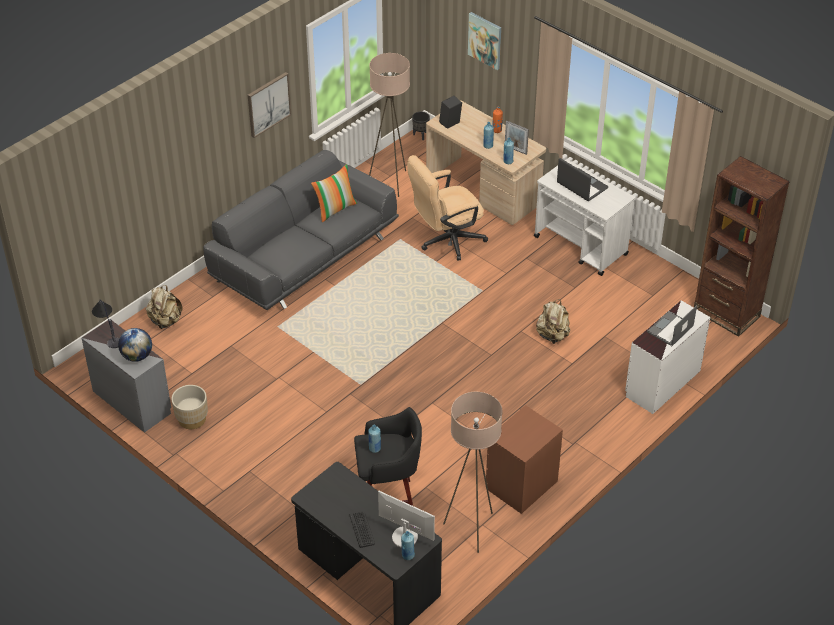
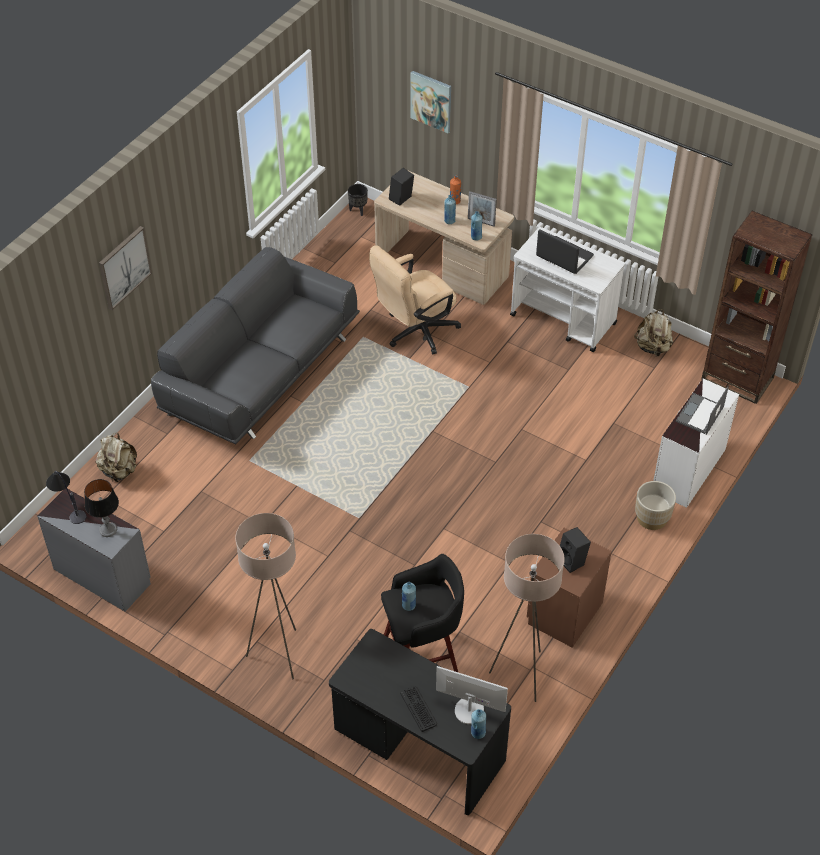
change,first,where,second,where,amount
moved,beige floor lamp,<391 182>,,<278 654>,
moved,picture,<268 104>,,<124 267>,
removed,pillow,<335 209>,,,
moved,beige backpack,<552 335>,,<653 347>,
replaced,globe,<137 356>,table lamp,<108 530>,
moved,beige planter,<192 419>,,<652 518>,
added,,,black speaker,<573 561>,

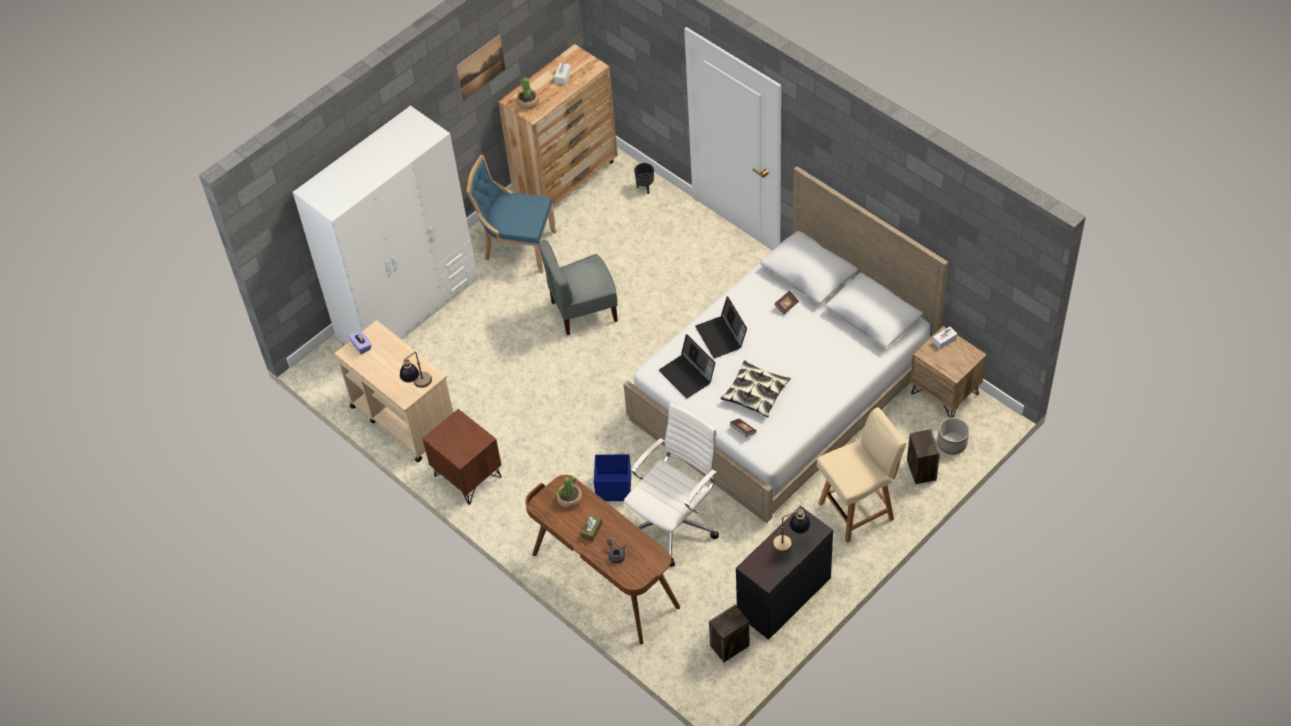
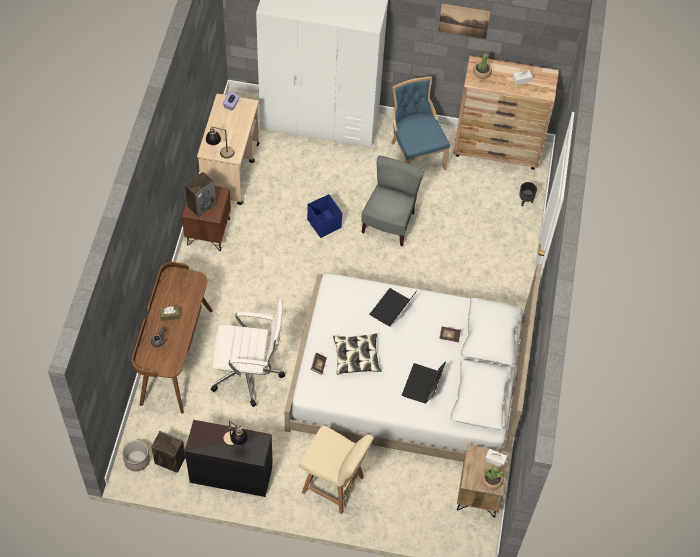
change,first,where,second,where,amount
turned,grey chair,<583 311>,,<389 223>,75 degrees clockwise
moved,laptop,<688 375>,,<422 385>,
moved,planter,<951 444>,,<136 460>,
moved,speaker,<921 470>,,<201 205>,
moved,blue storage box,<613 487>,,<324 223>,
moved,potted plant,<569 499>,,<492 480>,

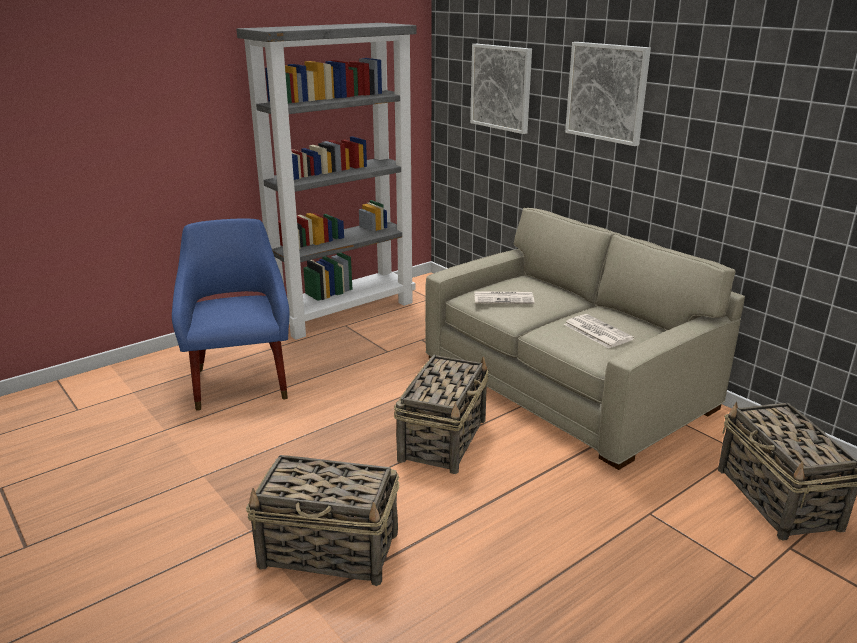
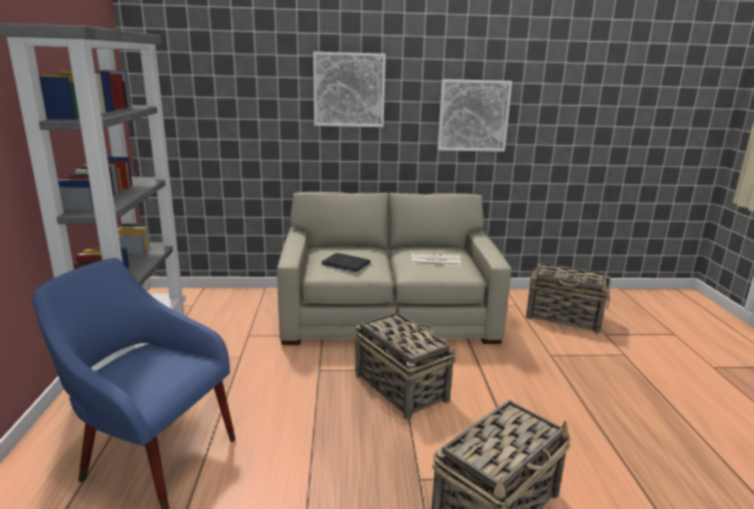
change,first,where,second,where,amount
moved,picture,<501 87>,,<473 115>,
replaced,newspaper,<504 298>,laptop,<345 264>,

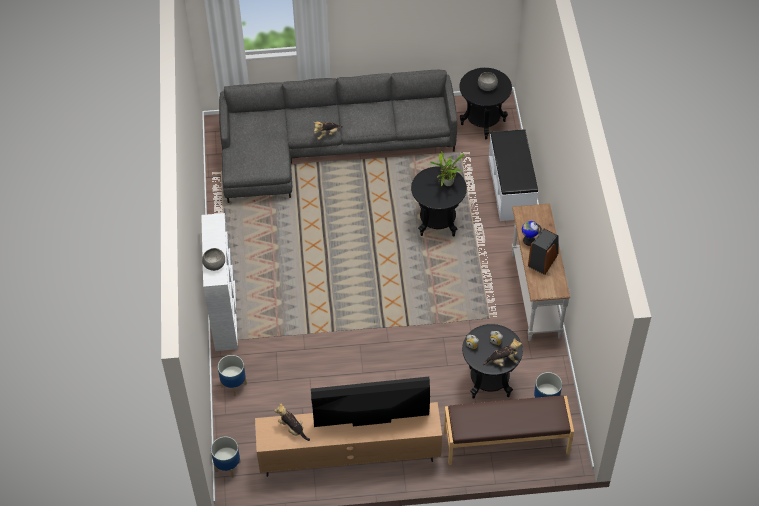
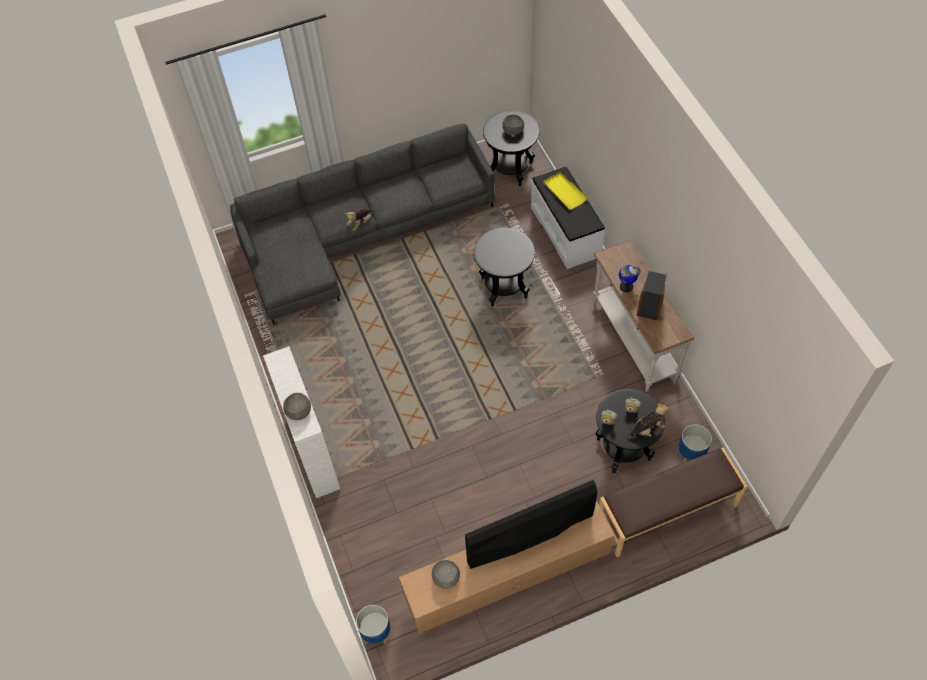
change,first,where,second,where,amount
removed,potted plant,<447 184>,,,
removed,planter,<233 385>,,,
replaced,plush toy,<292 429>,grey bowl,<446 577>,
added,,,yellow tray,<564 192>,

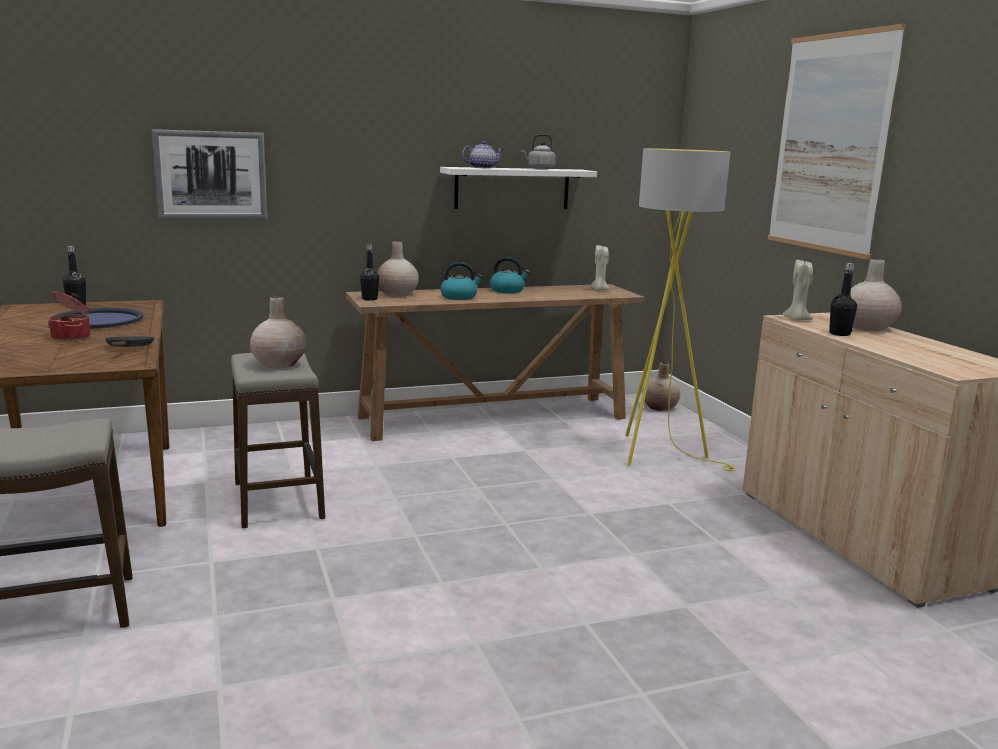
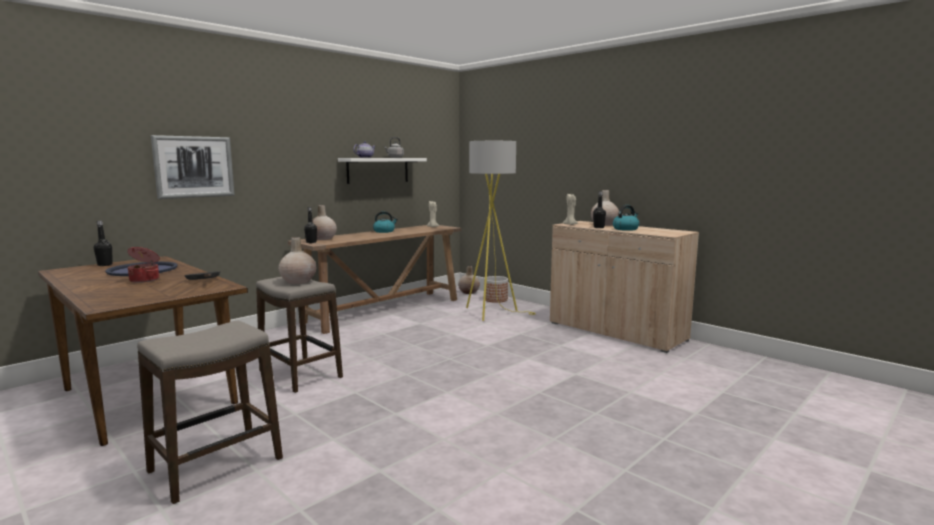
change,first,where,second,where,amount
removed,picture,<830 143>,,,
moved,kettle,<459 297>,,<625 229>,
added,,,planter,<496 299>,

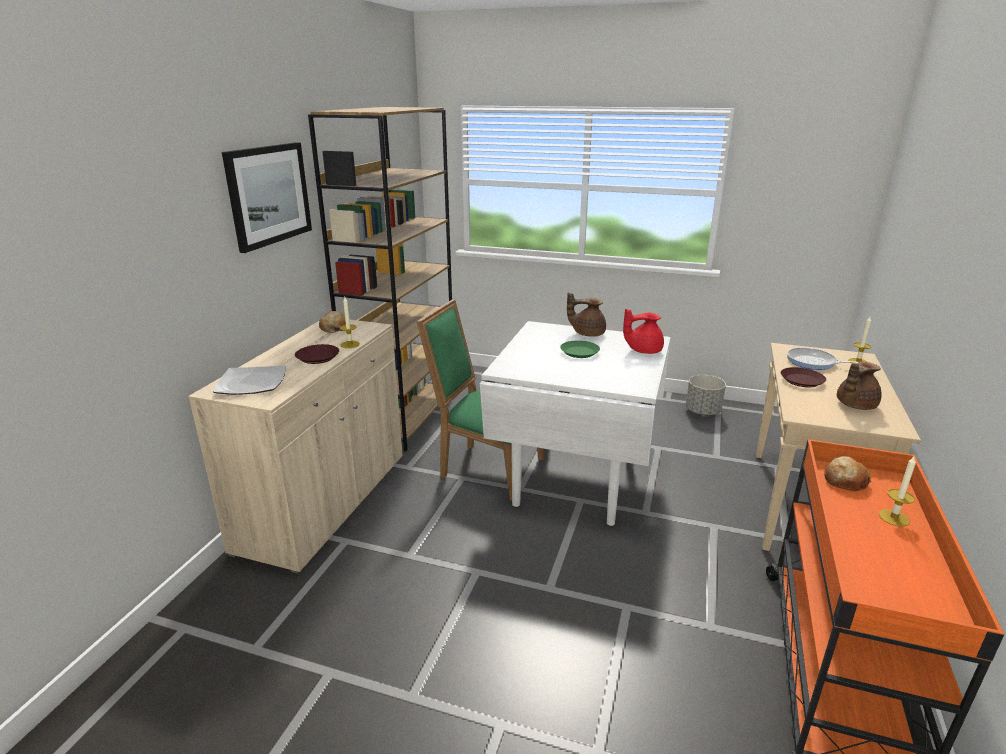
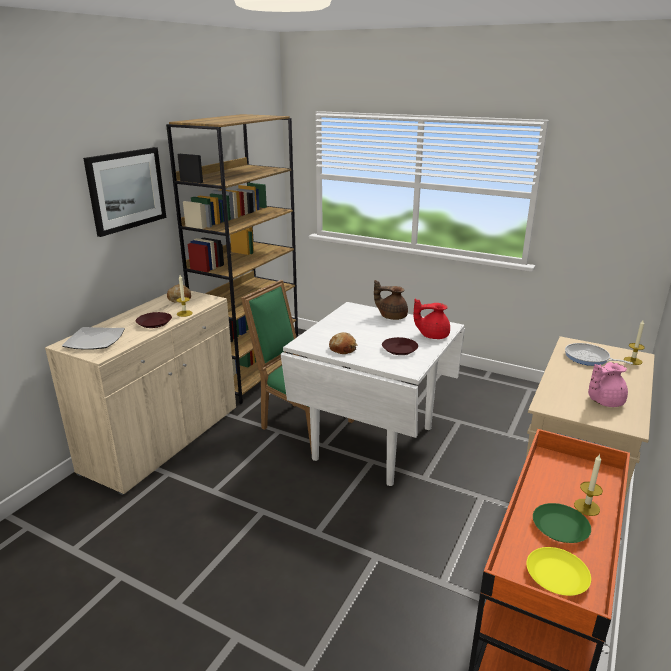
change,first,where,second,where,amount
moved,green plate,<579 352>,,<560 528>,
recoloured,brown teapot,<854 405>,pink teapot,<603 401>,
moved,brown plate,<801 381>,,<399 349>,
removed,grey planter,<703 411>,,,
moved,bread,<844 480>,,<343 348>,
added,,,yellow plate,<556 575>,

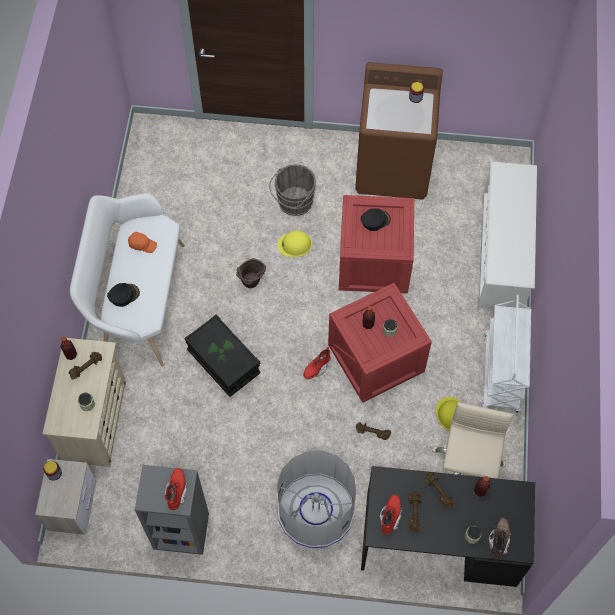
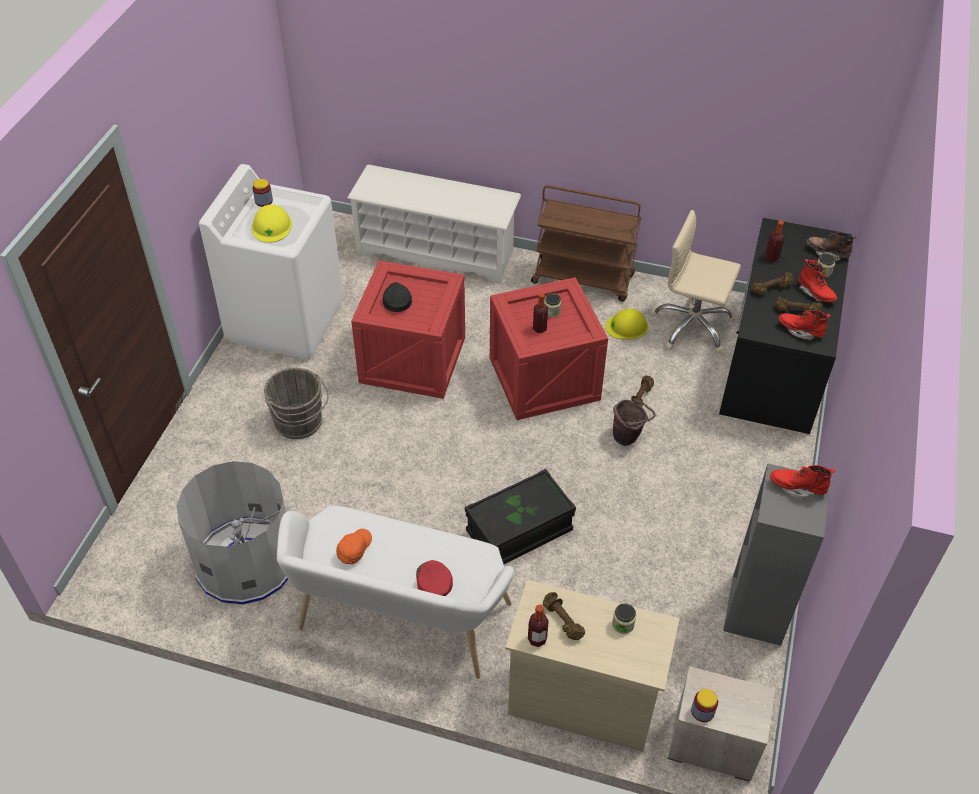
change,first,where,second,where,amount
recoloured,brown washing machine,<393 167>,white washing machine,<286 320>,
moved,yellow hard hat,<295 244>,,<272 226>,
moved,brown bucket,<251 284>,,<628 438>,
recoloured,black cap,<123 295>,red cap,<433 581>,
recoloured,white cart,<501 373>,brown cart,<583 279>,
moved,red boot,<317 368>,,<815 294>,
moved,grey trash can,<316 510>,,<246 562>,

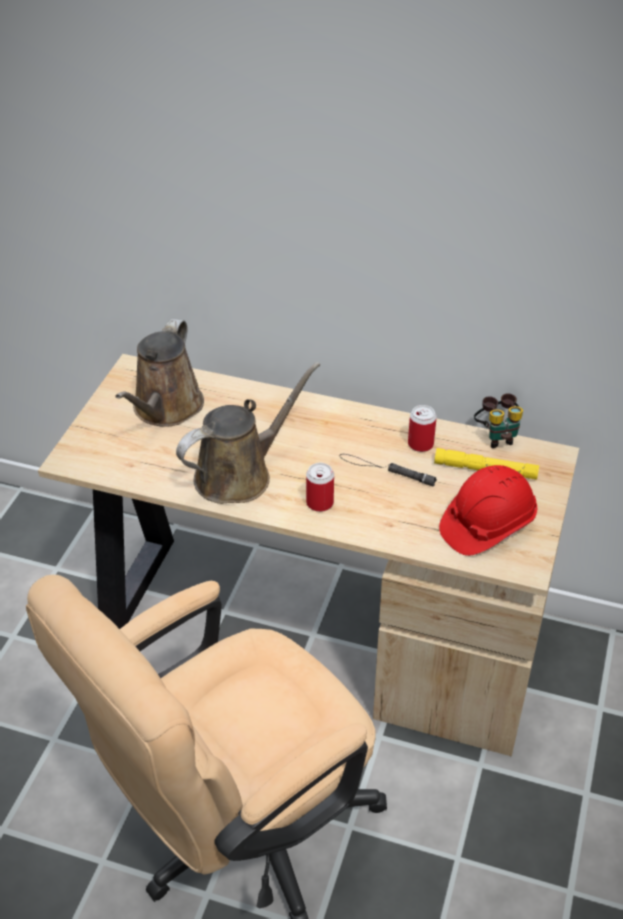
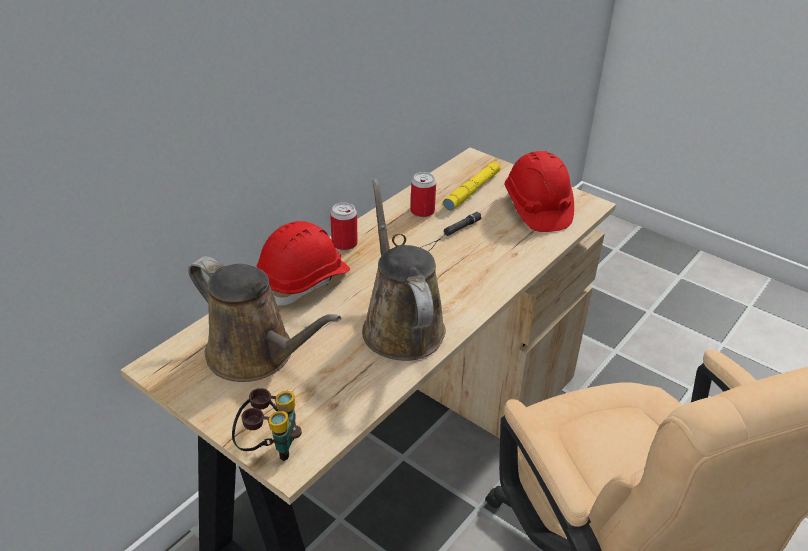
change,first,where,second,where,amount
moved,binoculars,<497 436>,,<269 446>,
moved,can,<319 503>,,<344 244>,
added,,,red hard hat,<304 281>,

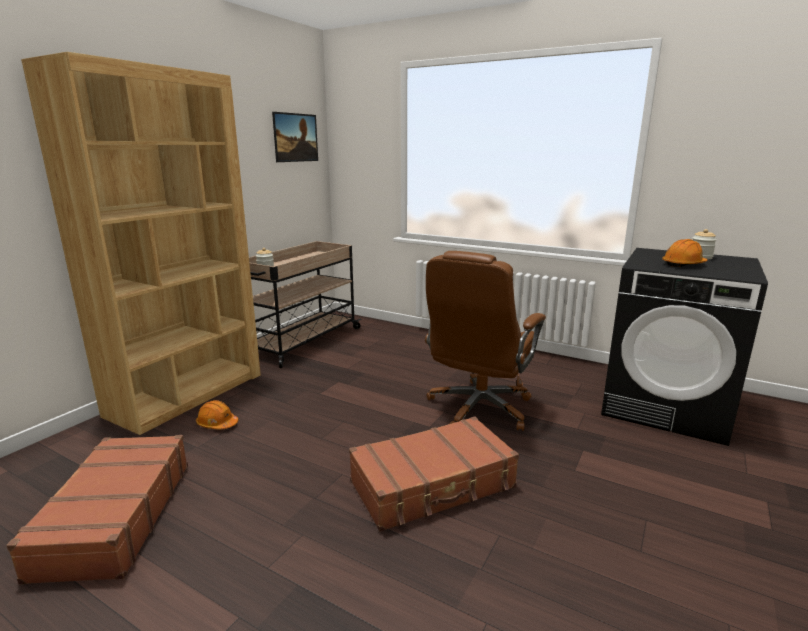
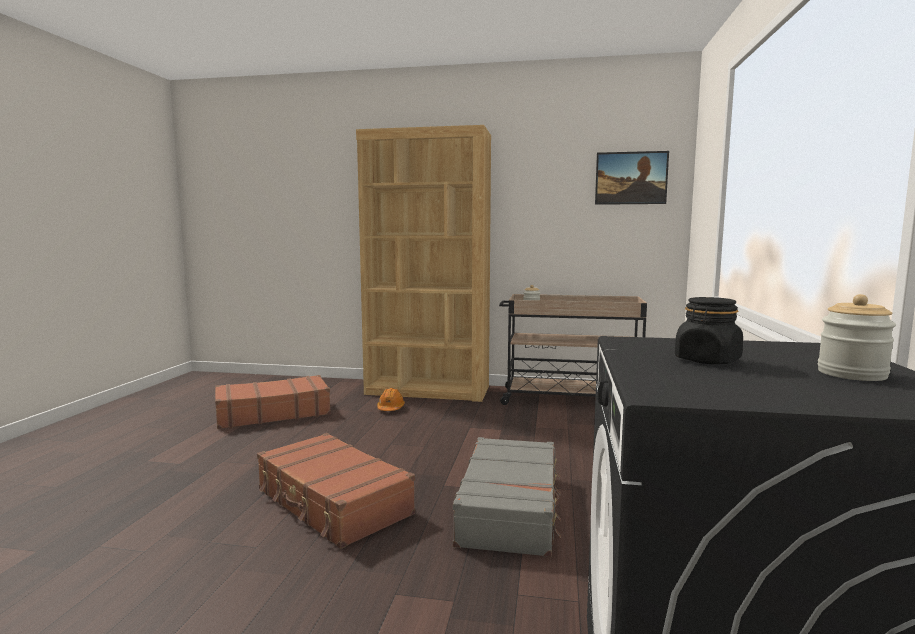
change,first,where,second,where,amount
replaced,orange hard hat,<683 264>,black jar,<707 360>,
replaced,brown office chair,<479 408>,grey suitcase,<510 508>,

